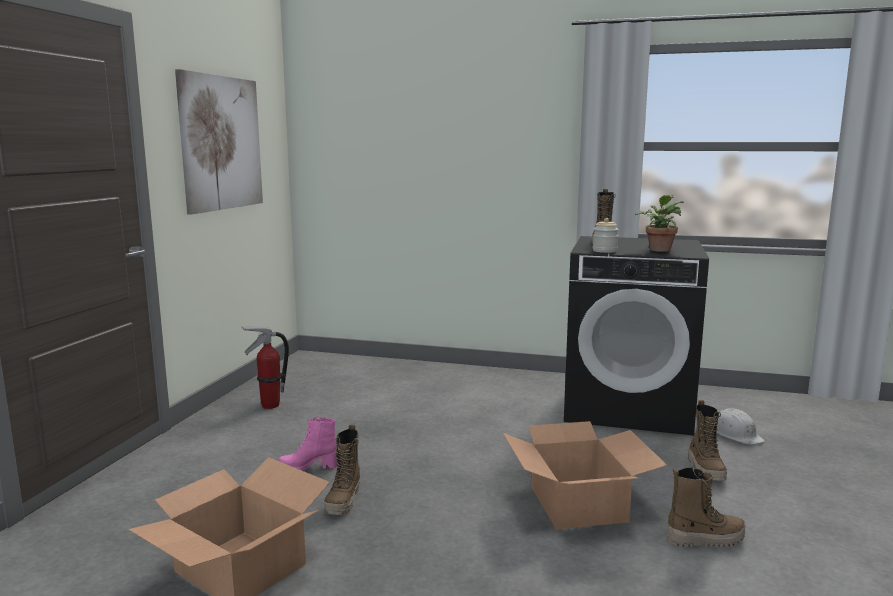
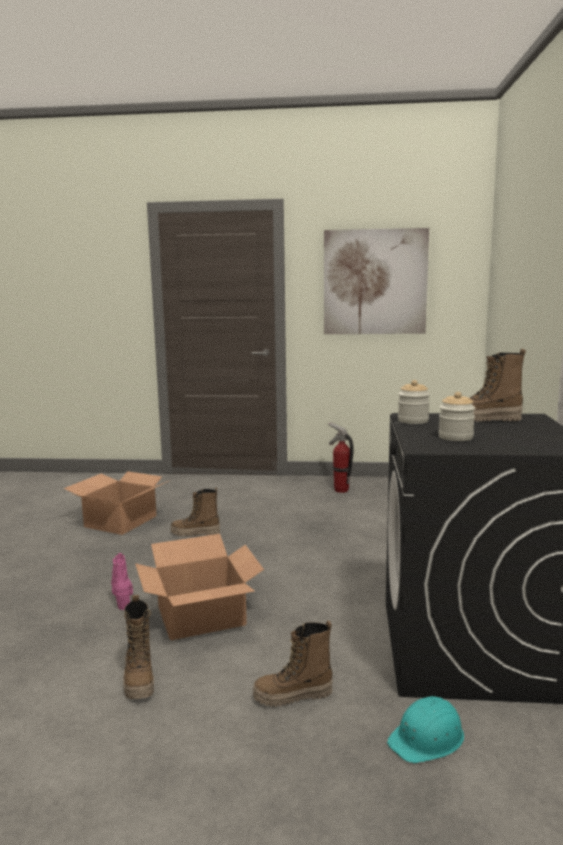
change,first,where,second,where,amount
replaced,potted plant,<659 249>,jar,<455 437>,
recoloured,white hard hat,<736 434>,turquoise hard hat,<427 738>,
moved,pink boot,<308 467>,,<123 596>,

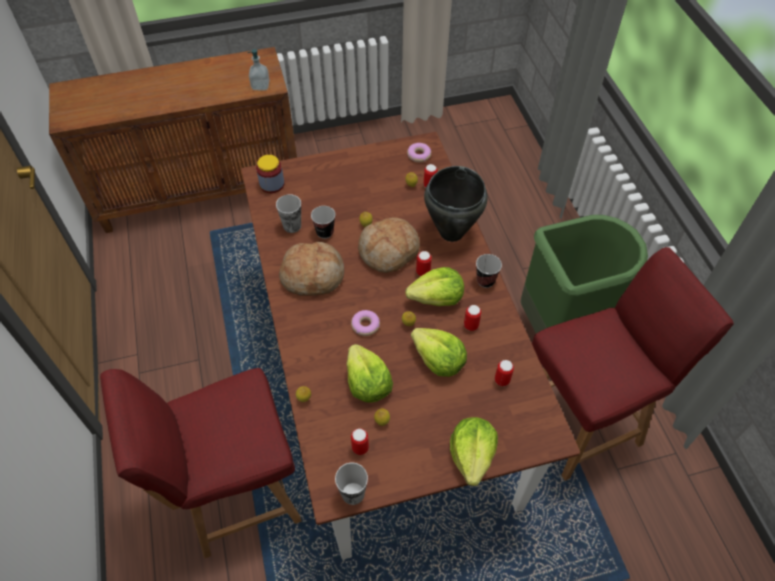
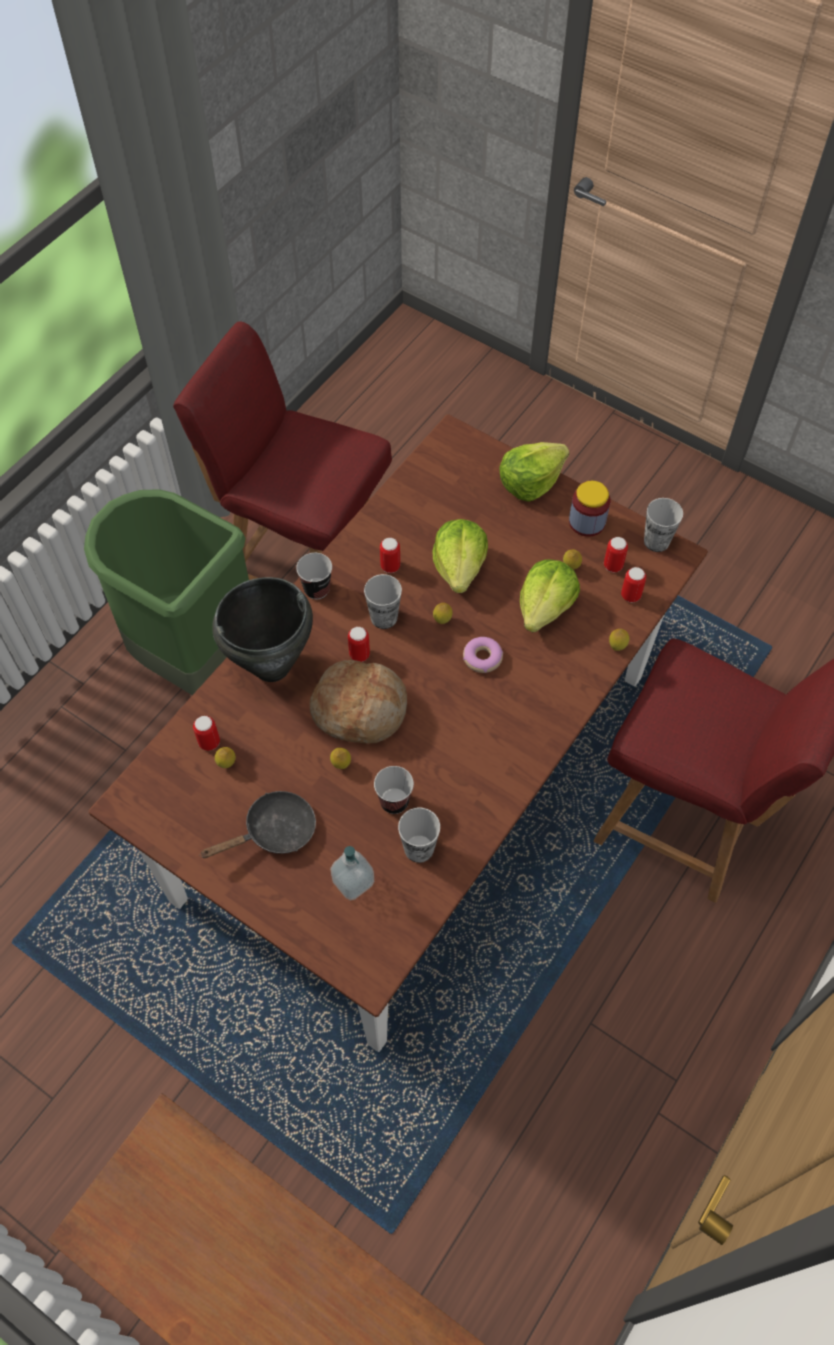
change,first,where,second,where,amount
moved,soap dispenser,<260 86>,,<353 882>,
removed,donut,<419 155>,,,
moved,jar,<272 184>,,<587 522>,
removed,bread,<313 275>,,,
replaced,lettuce,<437 298>,cup,<384 617>,
moved,can,<502 380>,,<630 595>,
added,,,black frying pan,<274 831>,

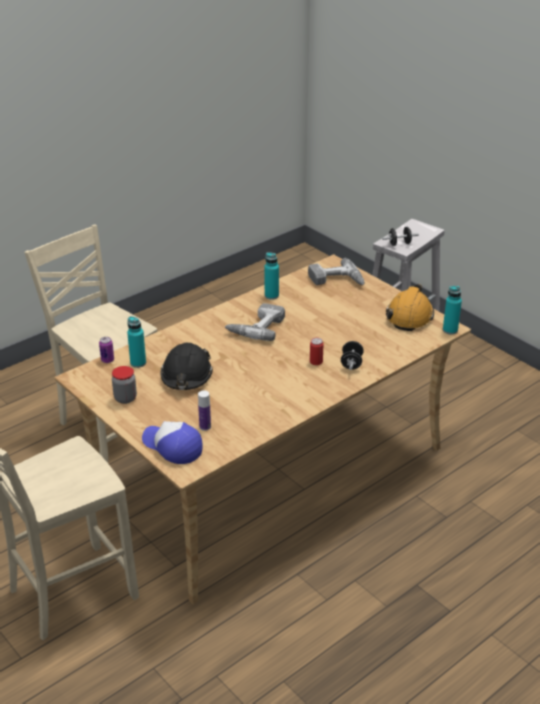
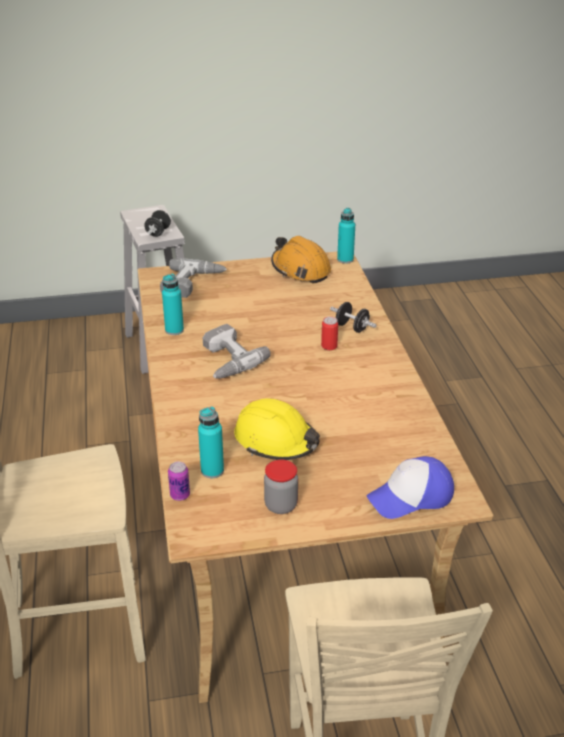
change,first,where,second,where,amount
recoloured,black hard hat,<186 376>,yellow hard hat,<276 441>,
removed,bottle,<205 427>,,,

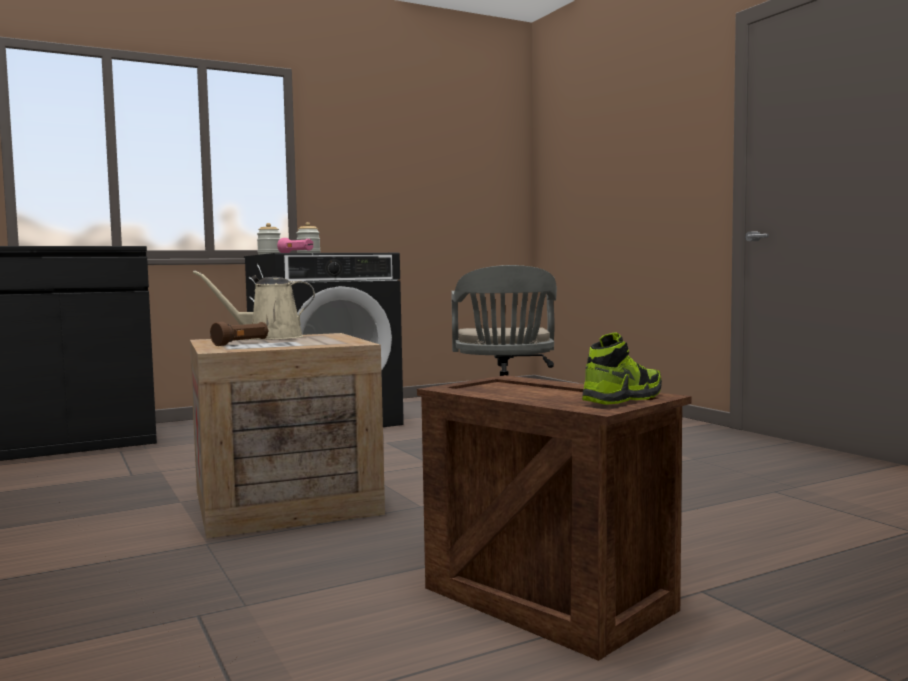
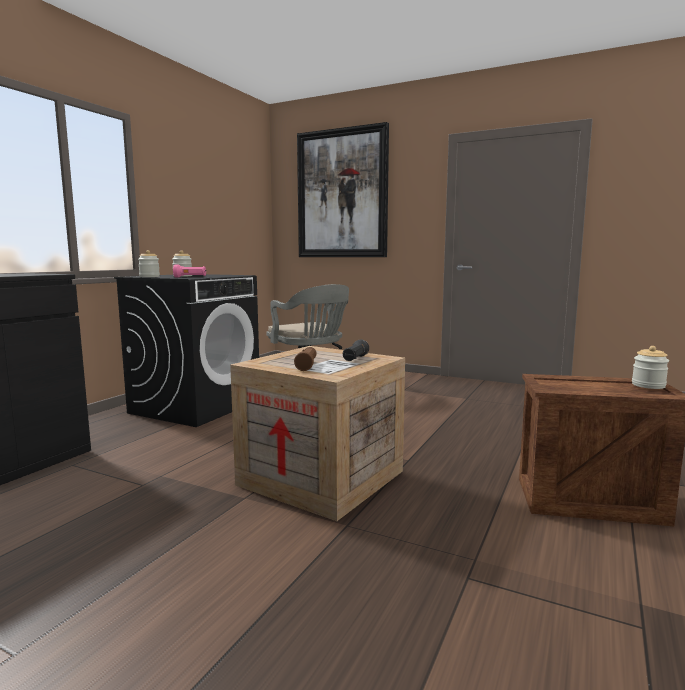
change,first,where,second,where,amount
removed,beige watering can,<268 338>,,,
replaced,shoe,<623 398>,jar,<648 385>,
added,,,picture,<342 194>,
added,,,black flashlight,<355 359>,

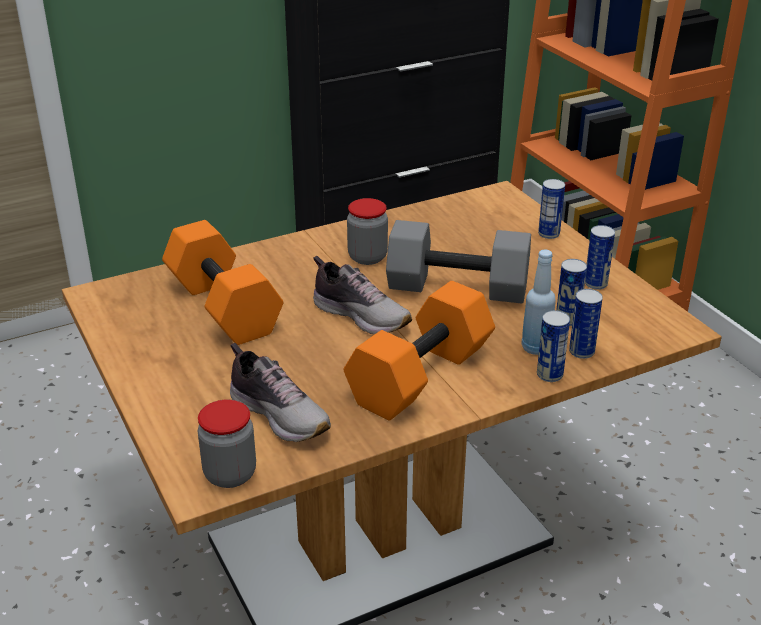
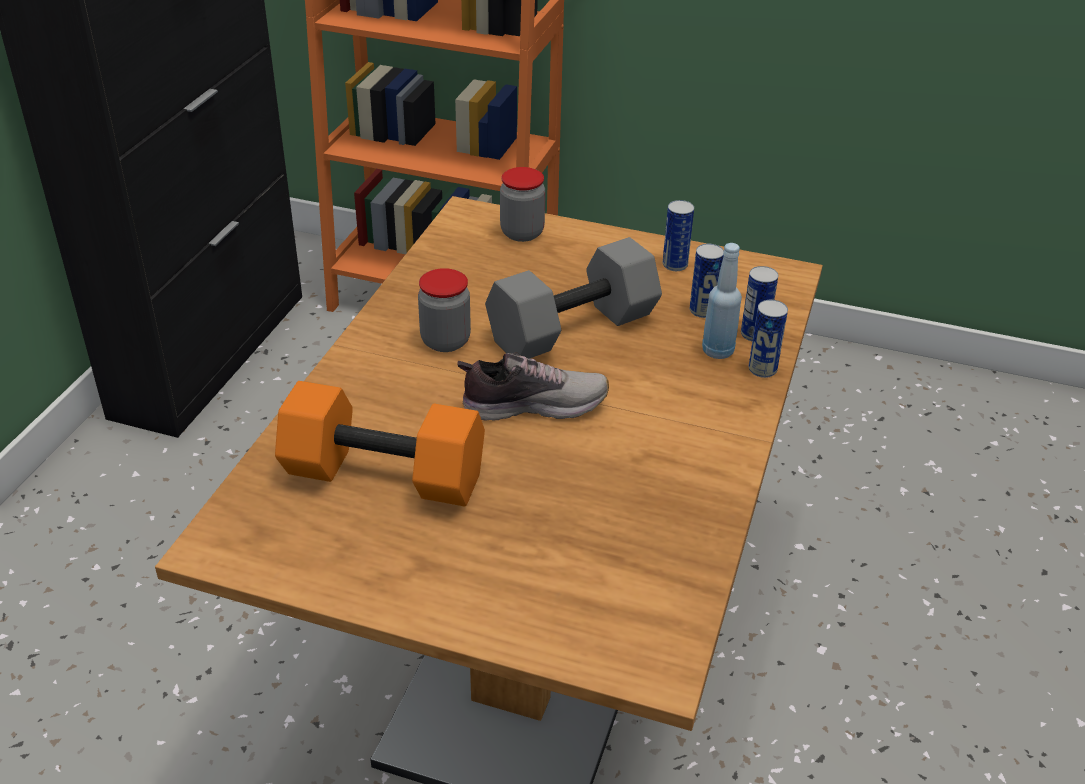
change,first,where,second,where,amount
removed,can,<548 234>,,,
removed,orange dumbbell,<421 377>,,,
removed,shoe,<280 414>,,,
moved,jar,<230 474>,,<522 233>,

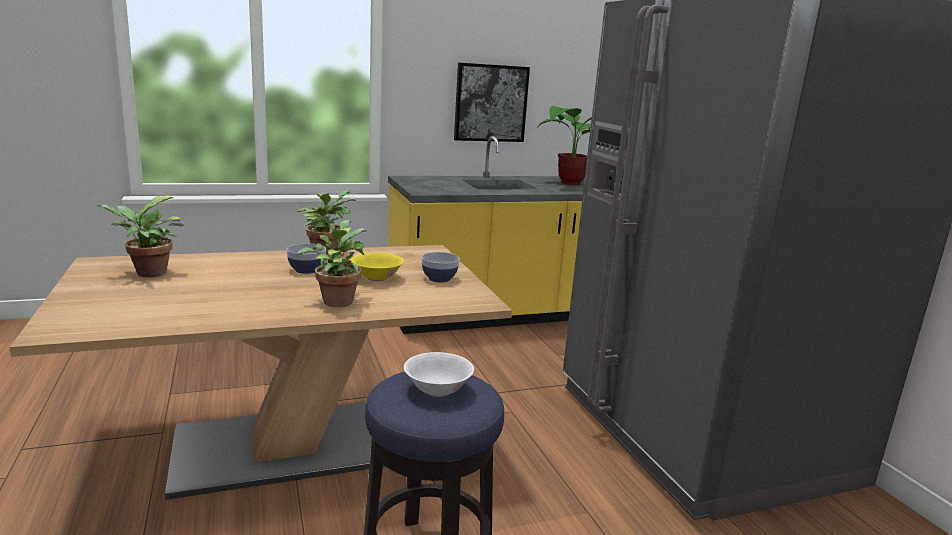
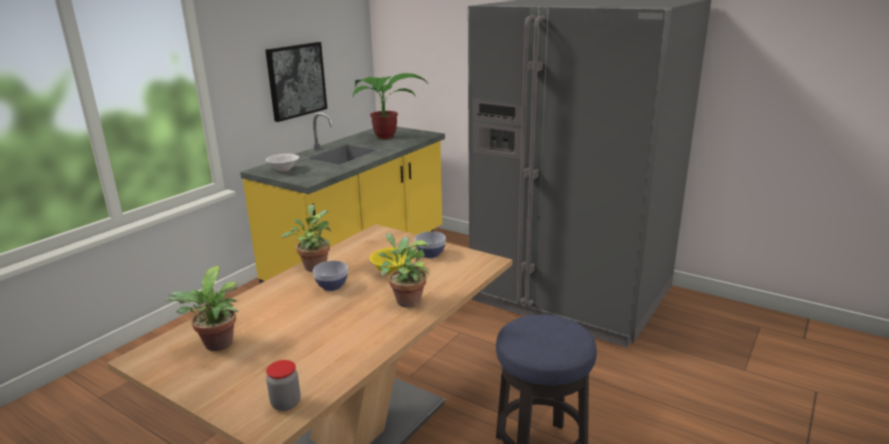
change,first,where,second,where,amount
moved,white bowl,<437 390>,,<283 169>,
added,,,jar,<286 403>,

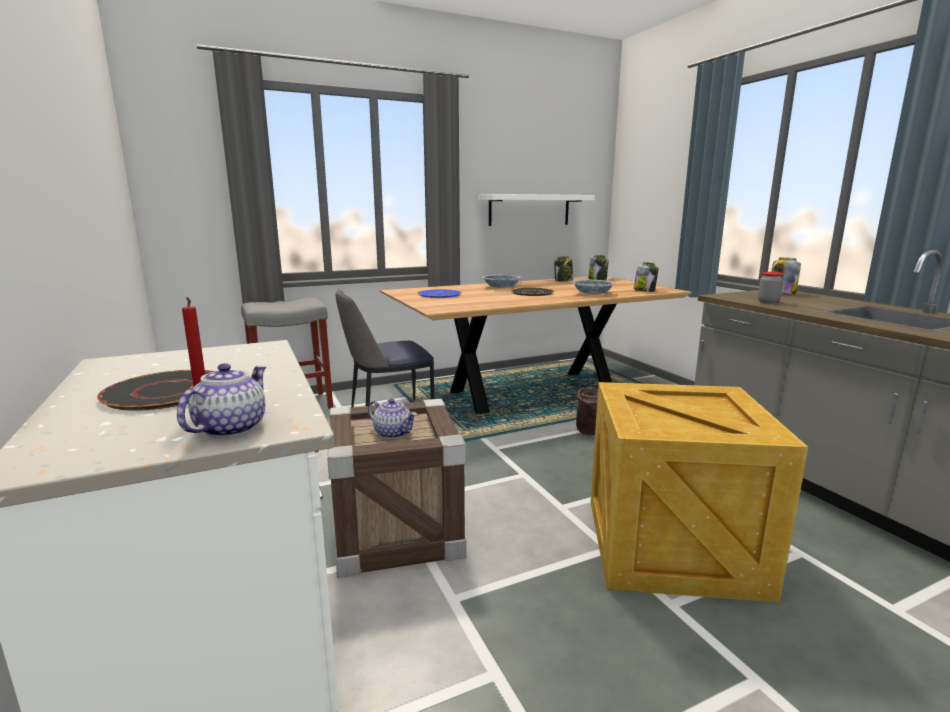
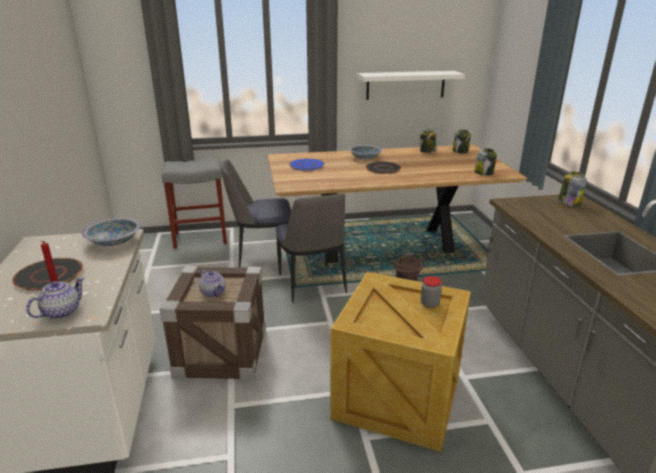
change,first,where,second,where,amount
moved,jar,<768 302>,,<429 304>,
moved,bowl,<592 293>,,<114 241>,
added,,,chair,<312 285>,

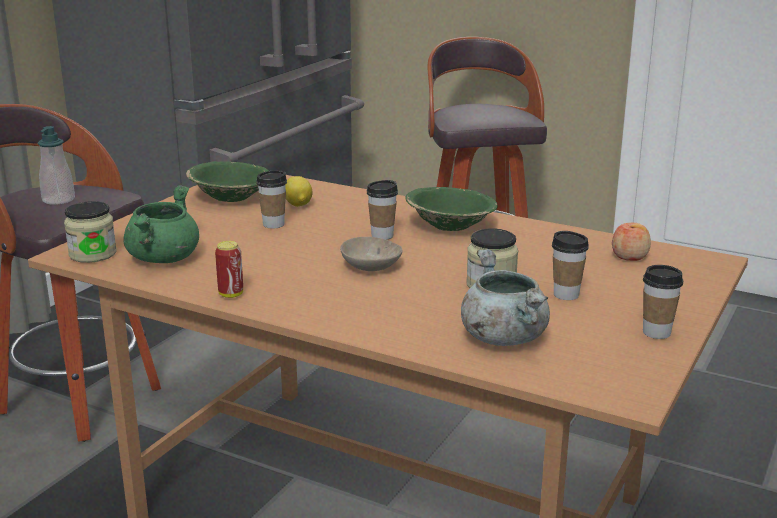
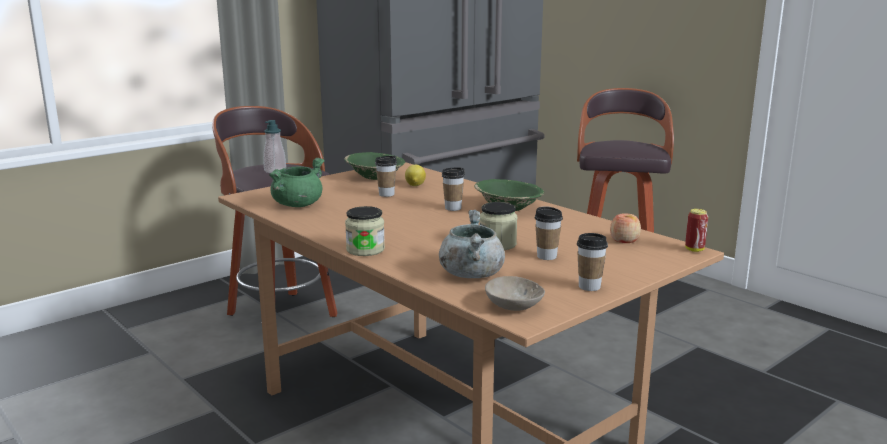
change,first,where,second,where,amount
moved,jar,<93 254>,,<365 250>,
moved,beige bowl,<369 266>,,<511 305>,
moved,can,<231 294>,,<694 249>,

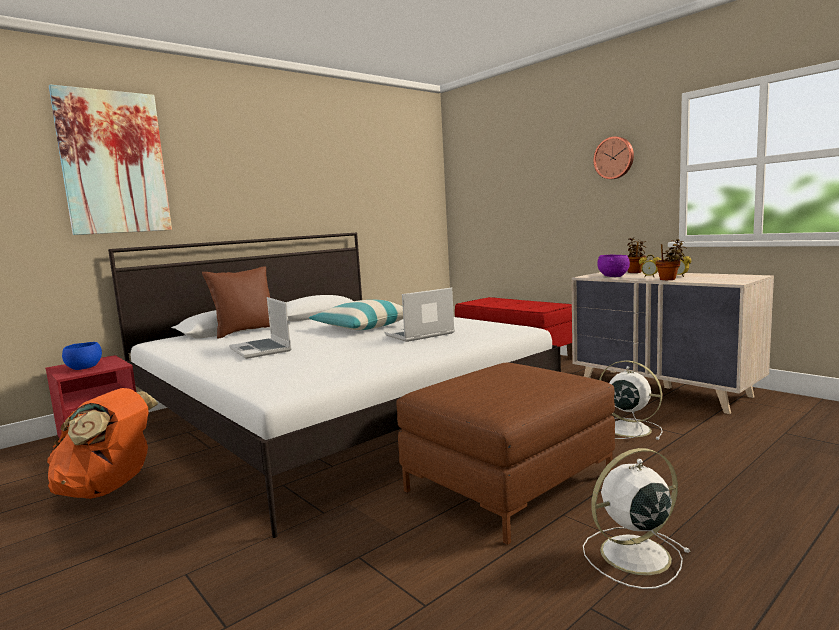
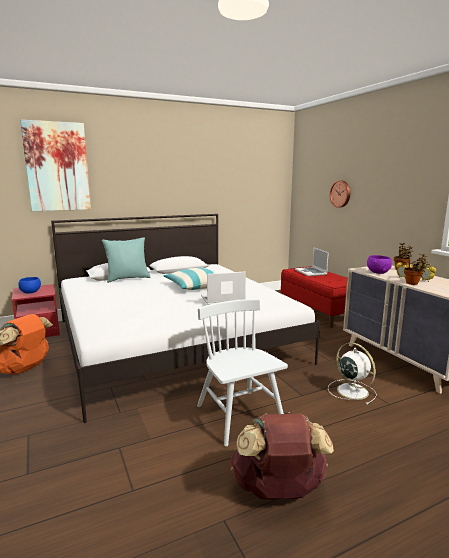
change,first,where,second,where,amount
moved,wall clock,<614 158>,,<340 194>,
recoloured,brown pillow,<246 331>,turquoise pillow,<127 279>,
moved,laptop,<261 350>,,<311 272>,
replaced,brown ottoman,<508 483>,white chair,<239 416>,
replaced,white fan,<632 555>,brown backpack,<278 491>,

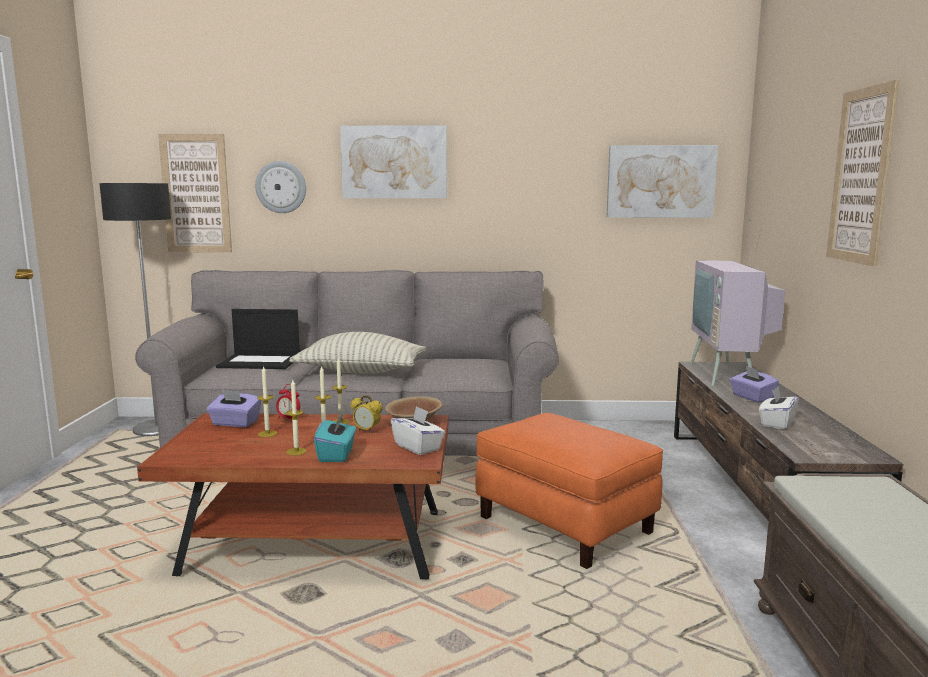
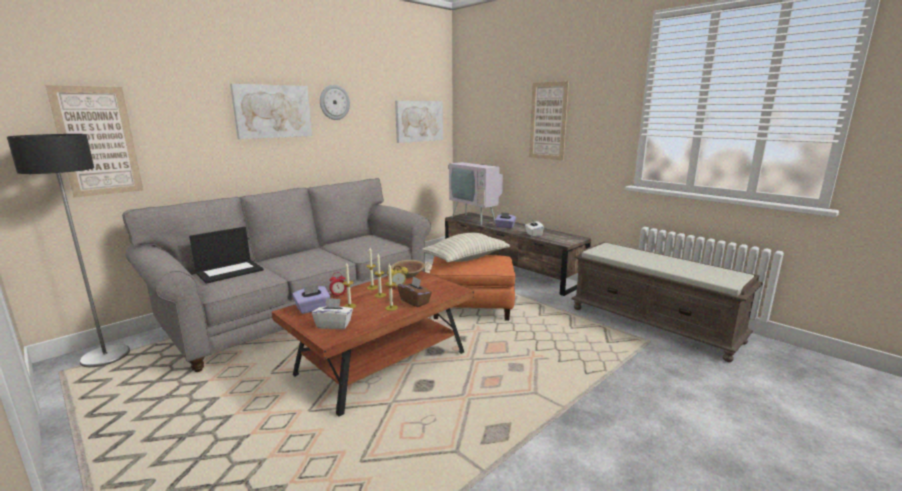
change,first,where,second,where,amount
moved,wall clock,<281 187>,,<334 102>,
moved,pillow,<361 372>,,<466 259>,
moved,white tissue box,<418 447>,,<334 325>,
recoloured,turquoise tissue box,<336 455>,brown tissue box,<415 301>,

